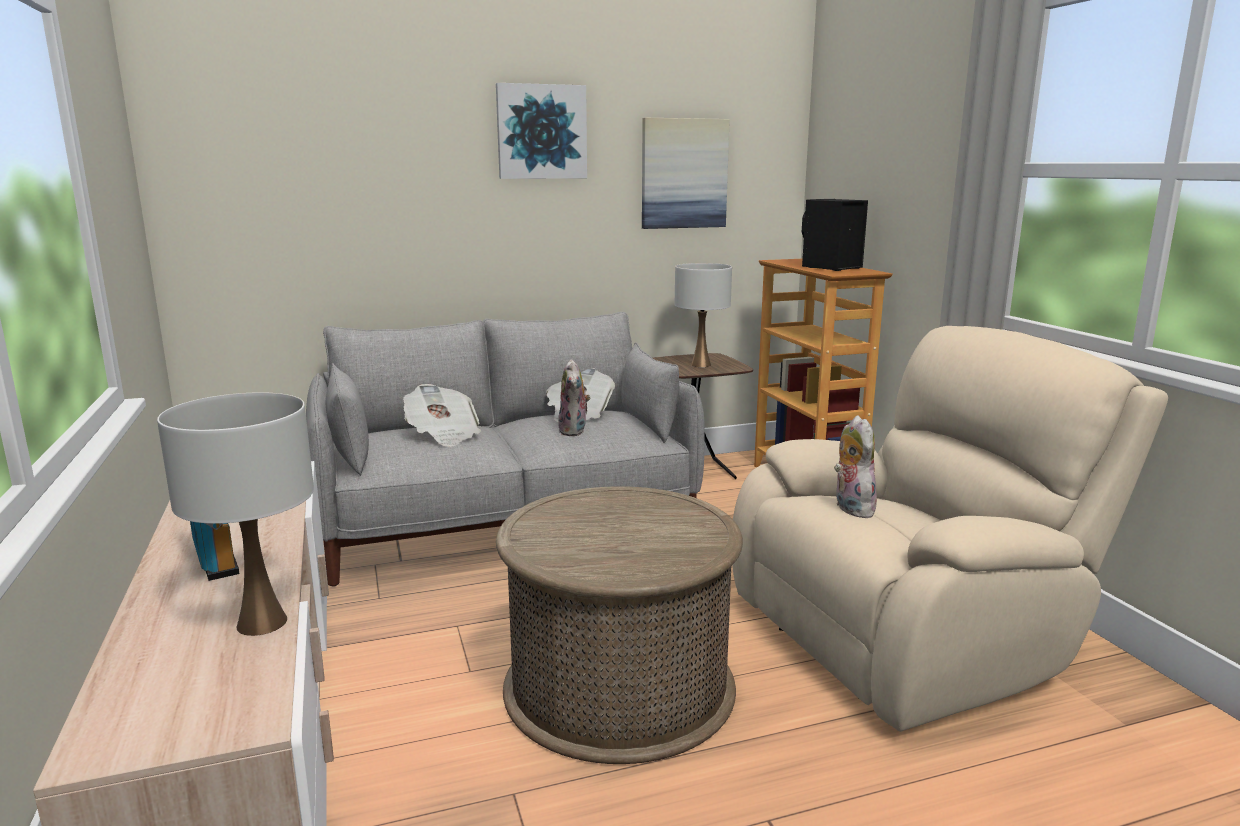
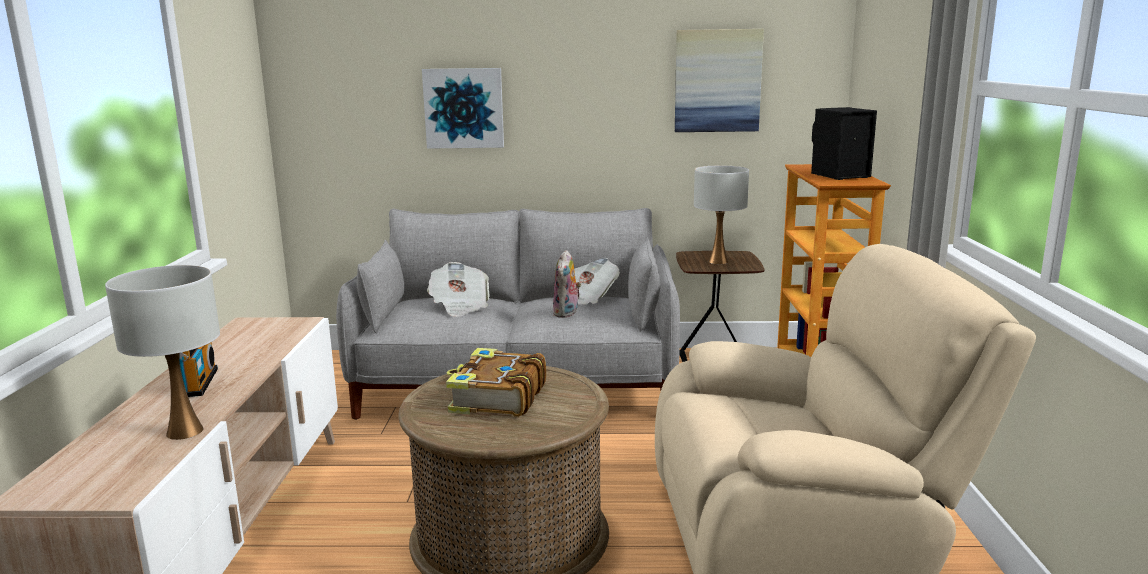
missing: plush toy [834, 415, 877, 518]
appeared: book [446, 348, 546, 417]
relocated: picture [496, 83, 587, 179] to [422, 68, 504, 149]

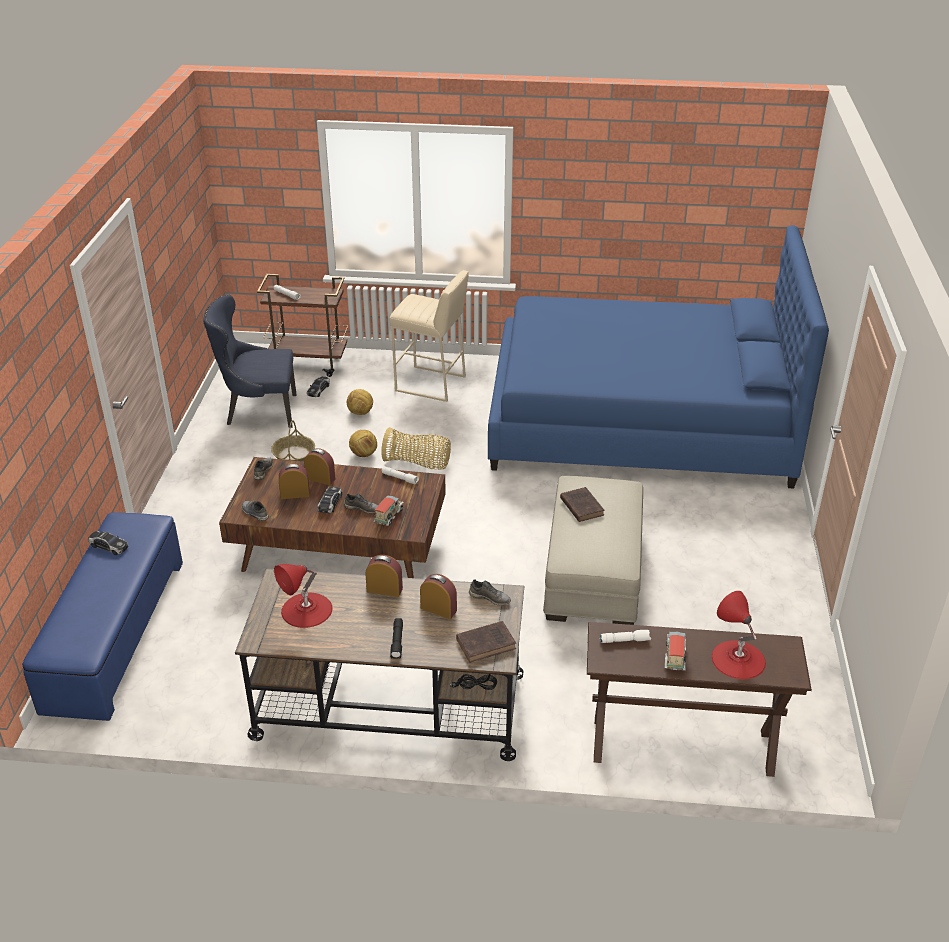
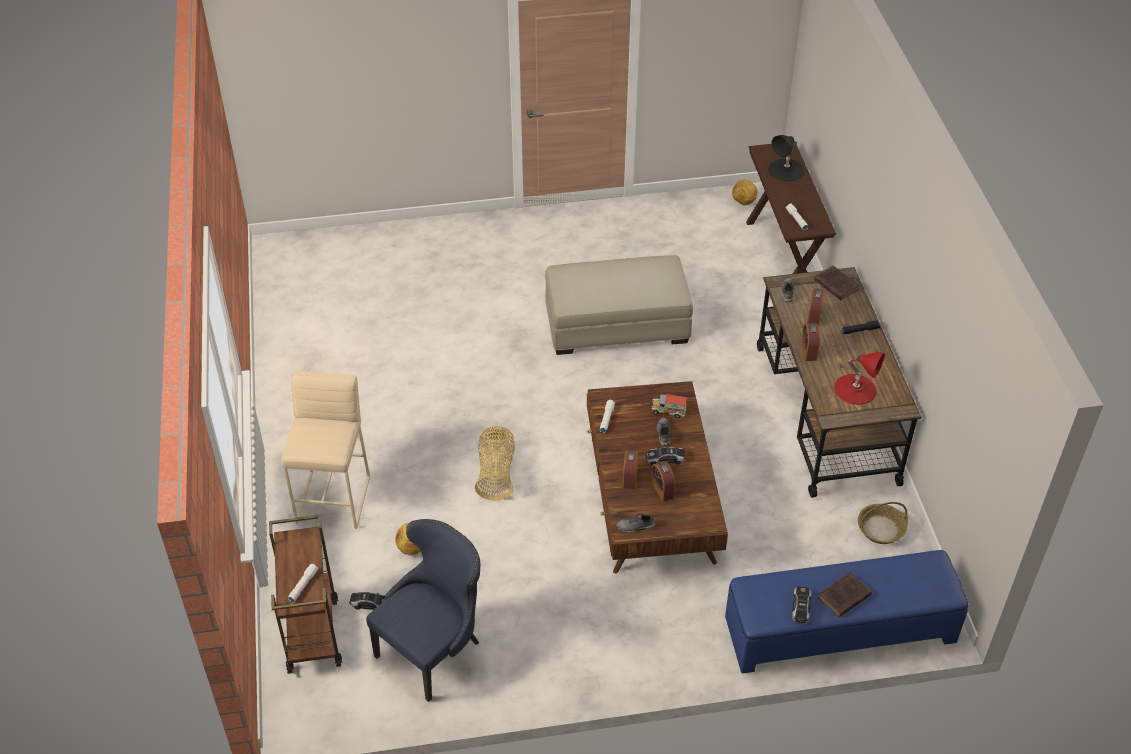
missing: grey shoe [242, 501, 269, 521]; blue bed [488, 225, 829, 489]; toy truck [665, 632, 686, 671]
relocated: football [349, 430, 377, 457] to [732, 180, 757, 205]; brown book [560, 487, 605, 522] to [818, 572, 872, 617]; basket [271, 420, 315, 461] to [858, 502, 908, 544]
colour: red table lamp [711, 591, 766, 679] to black table lamp [768, 135, 805, 182]
spun: blue chair [203, 294, 296, 428] = [366, 519, 480, 702] 120 degrees counterclockwise

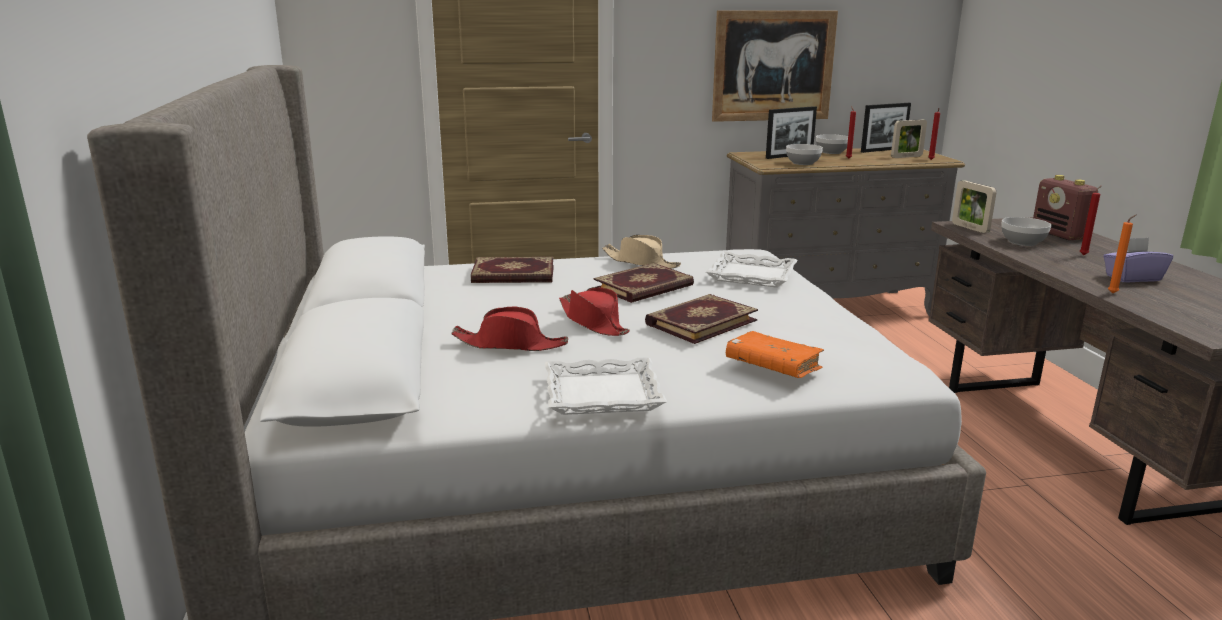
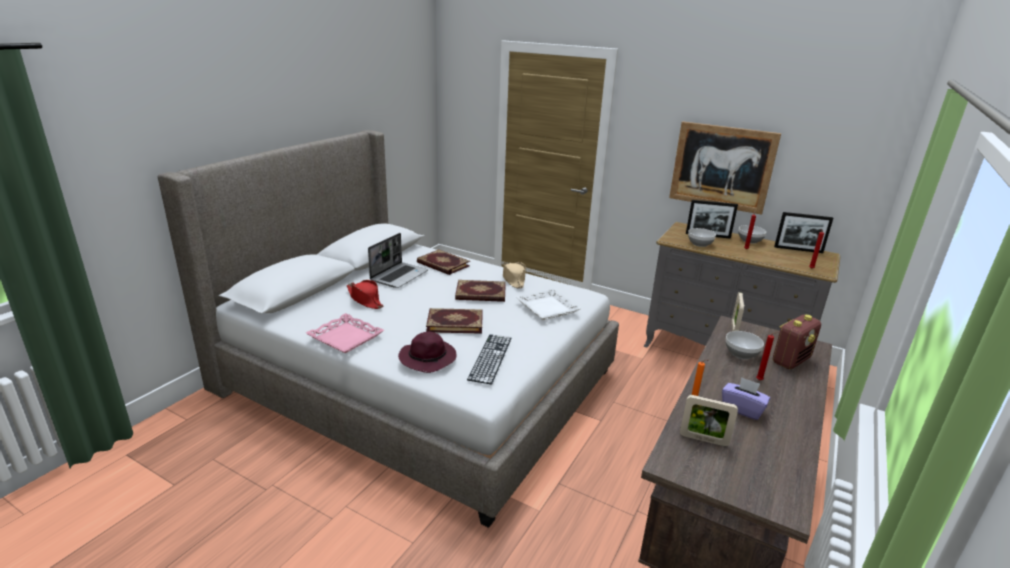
missing: red hat [559, 287, 630, 336]
appeared: laptop [368, 233, 428, 288]; keyboard [467, 334, 511, 385]
relocated: picture frame [891, 119, 927, 158] to [680, 395, 738, 446]
exchanged: orange book [726, 331, 824, 378] to purple hat [398, 332, 457, 373]
colour: white tray [545, 357, 667, 415] to pink tray [306, 313, 384, 353]
spun: radio [1033, 175, 1098, 240] = [773, 315, 821, 369] 150 degrees counterclockwise

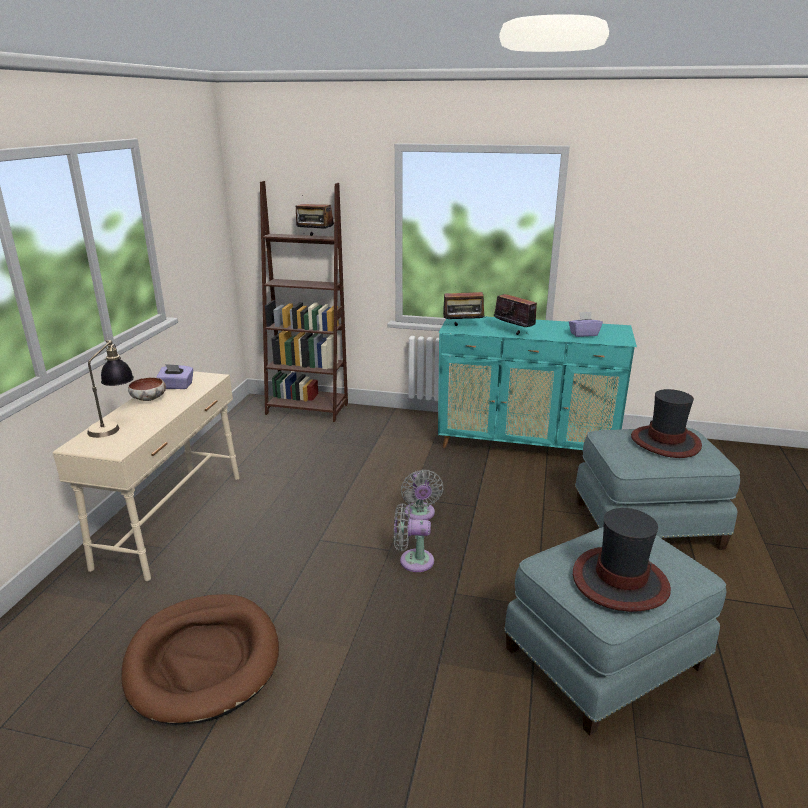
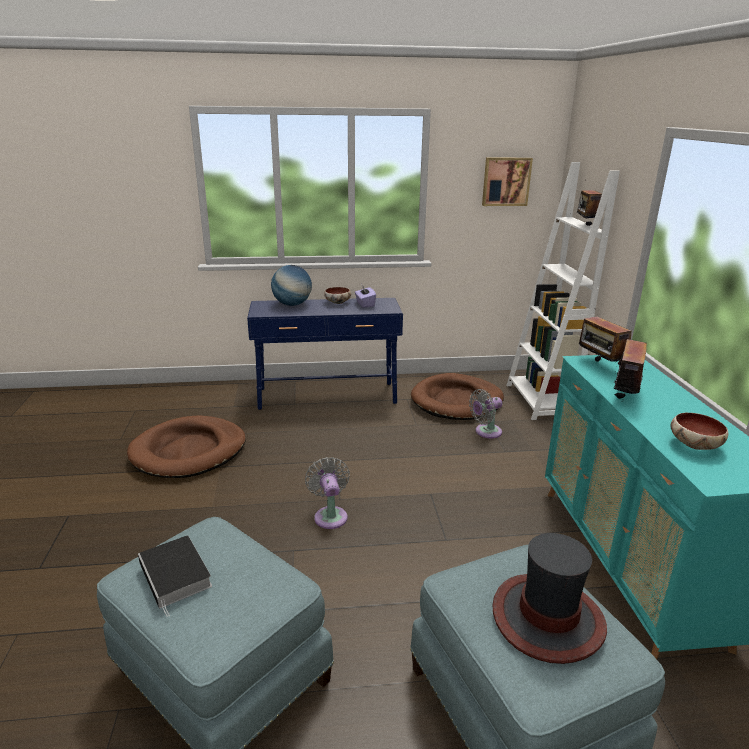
appeared: brown dog bed [411, 373, 504, 420]; picture [482, 158, 533, 206]
relocated: grey fan [401, 469, 443, 520] to [469, 389, 503, 438]
exchanged: hat [573, 508, 671, 611] to book [138, 536, 212, 617]; table lamp [87, 340, 134, 438] to globe [271, 265, 312, 306]; purple tissue box [569, 312, 603, 337] to bowl [671, 413, 728, 450]
colour: beige console table [53, 371, 240, 581] to blue console table [247, 298, 403, 410]; brown bookcase [260, 181, 348, 422] to white bookcase [506, 162, 620, 420]

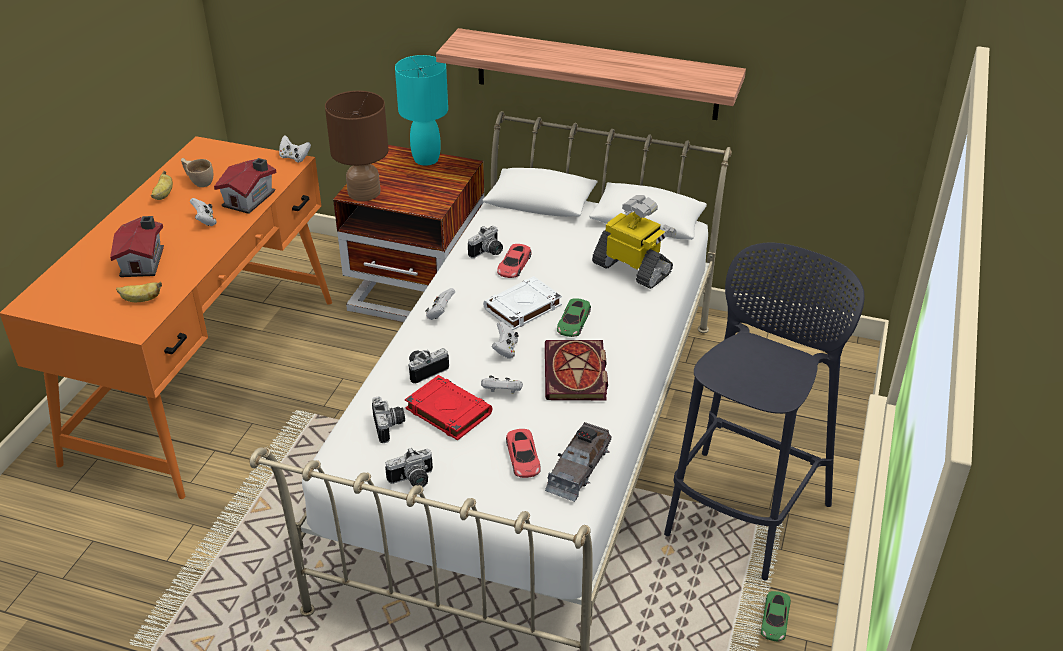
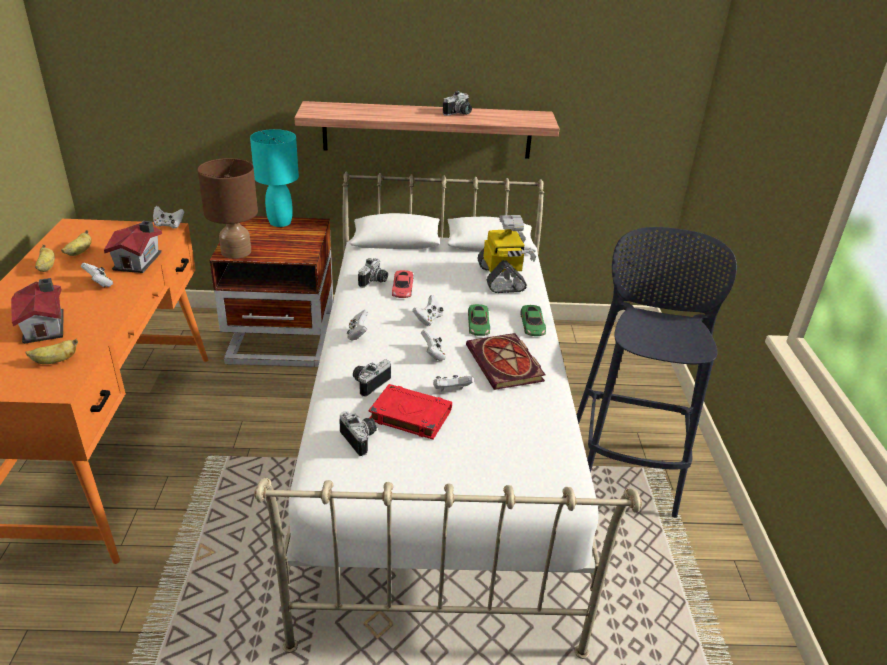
missing: red toy car [506, 429, 541, 478]; grey toy car [545, 422, 612, 502]
relocated: photo camera [385, 448, 433, 487] to [443, 91, 472, 116]; green toy car [761, 591, 791, 641] to [520, 305, 546, 336]
exchanged: beige cup [181, 158, 213, 187] to banana [61, 230, 92, 256]; white book [483, 276, 562, 330] to white game controller [413, 295, 443, 326]
spun: toy robot [592, 195, 677, 289] = [477, 215, 536, 293] 60 degrees clockwise

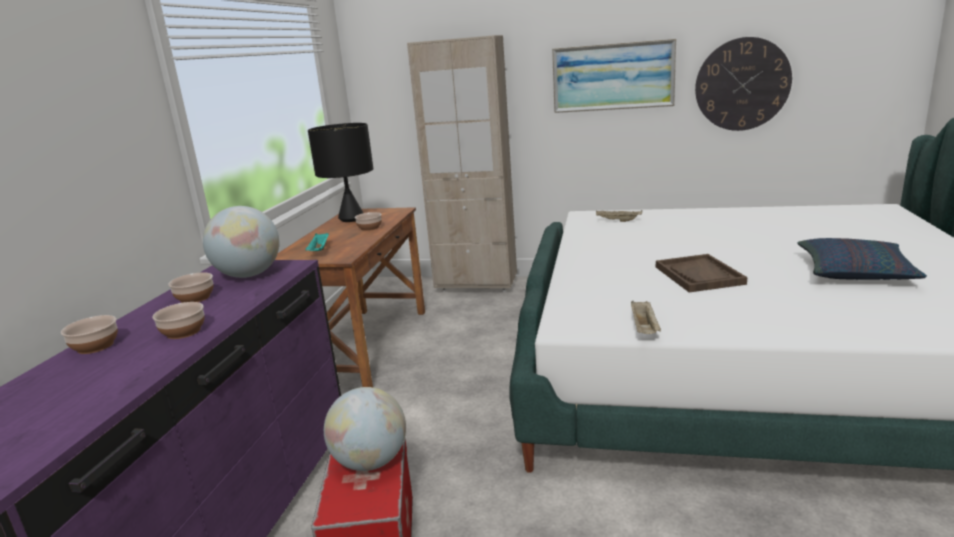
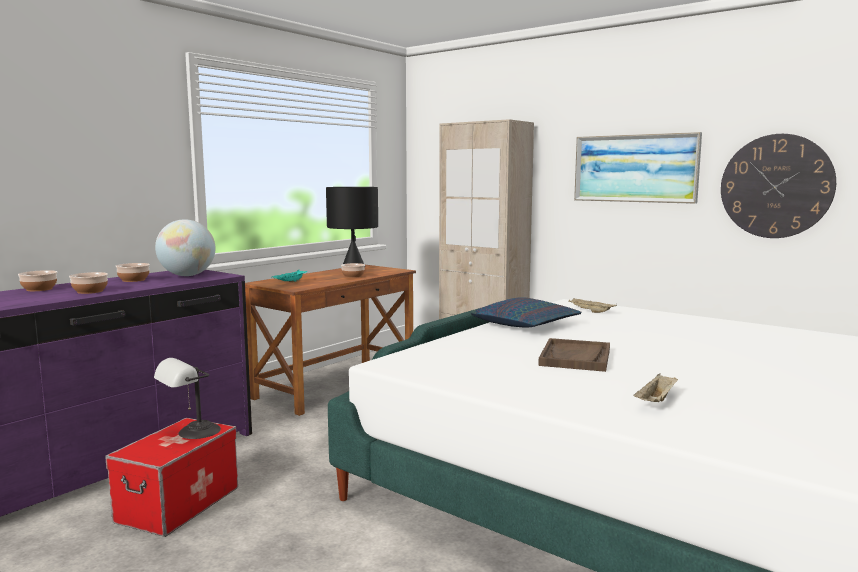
relocated: blue pillow [798, 238, 927, 280] to [470, 297, 582, 328]; beige tray [631, 300, 661, 334] to [634, 373, 678, 402]
exchanged: globe [324, 387, 406, 471] to table lamp [154, 358, 221, 439]

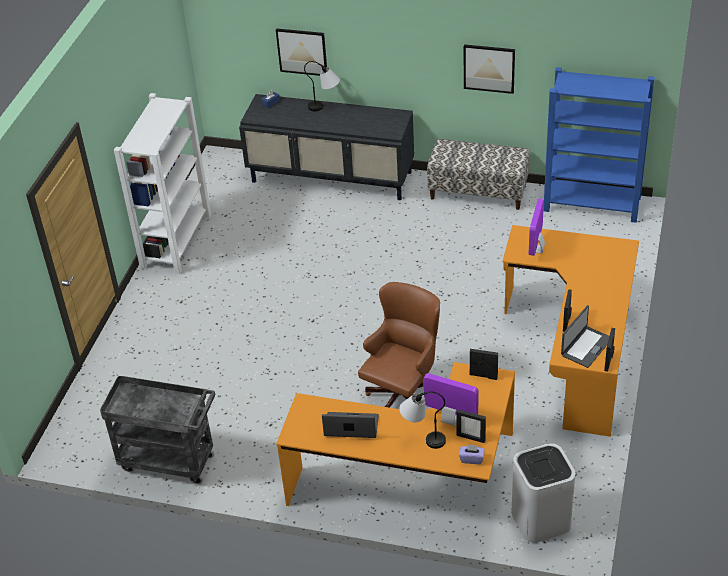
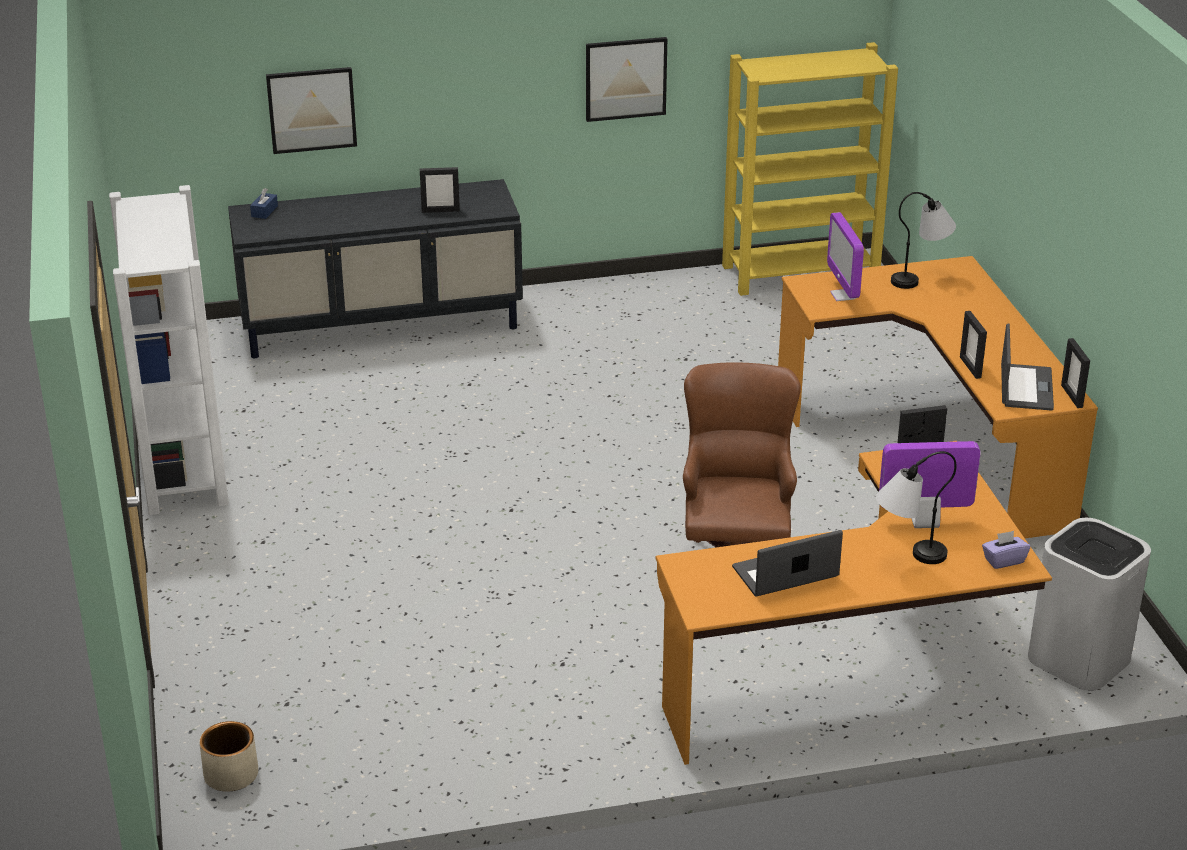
missing: black cart [100, 376, 215, 484]; bench [427, 139, 530, 210]
appeared: beige planter [199, 721, 258, 792]
relocated: picture frame [456, 409, 486, 443] to [420, 167, 460, 213]; table lamp [304, 61, 340, 111] to [891, 192, 956, 289]
colour: blue bookcase [544, 67, 655, 223] to yellow bookcase [722, 42, 898, 296]

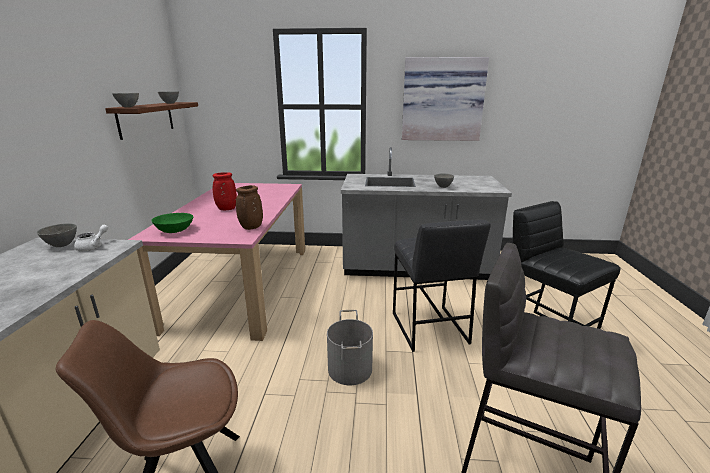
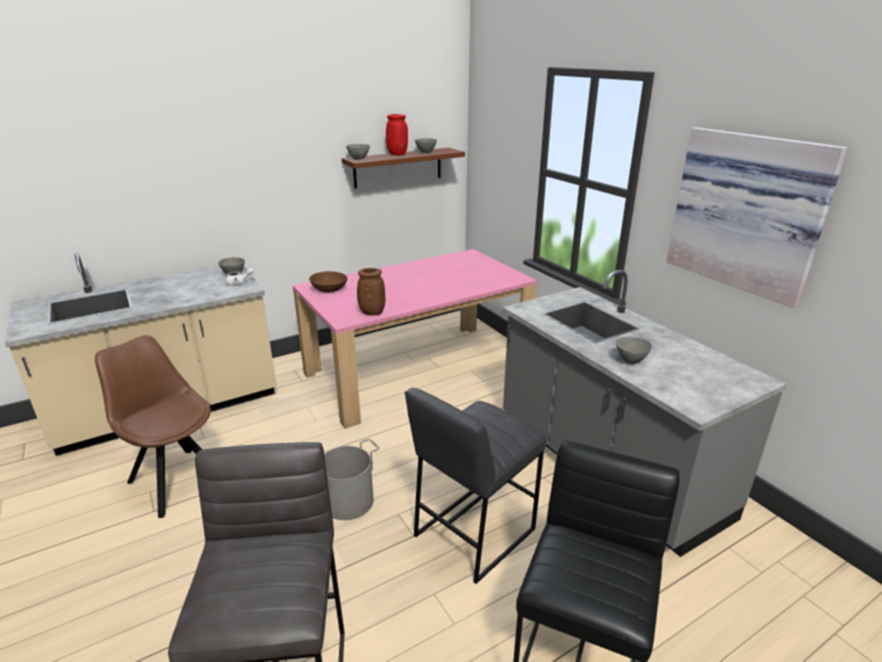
relocated: red vase [212, 172, 237, 210] to [386, 114, 408, 156]
colour: green bowl [151, 213, 193, 233] to brown bowl [309, 271, 347, 293]

